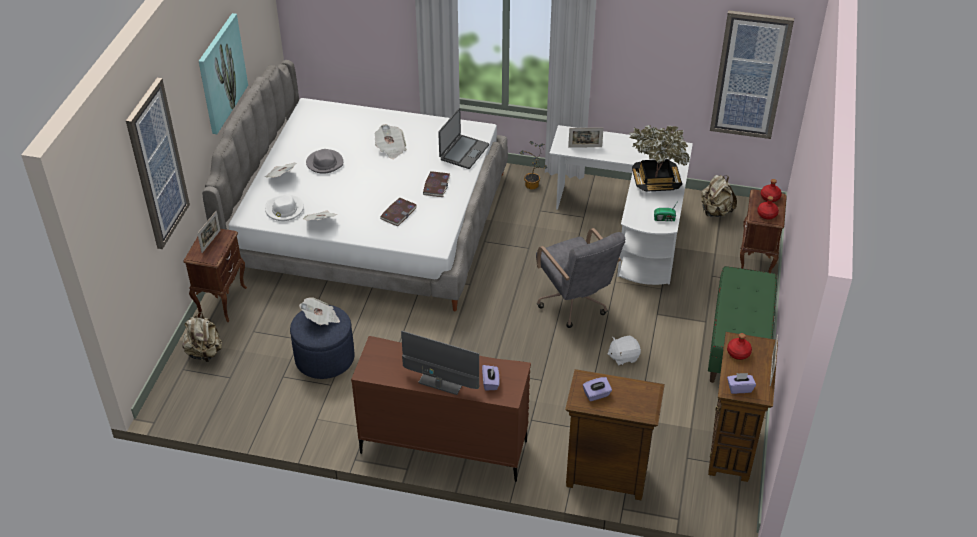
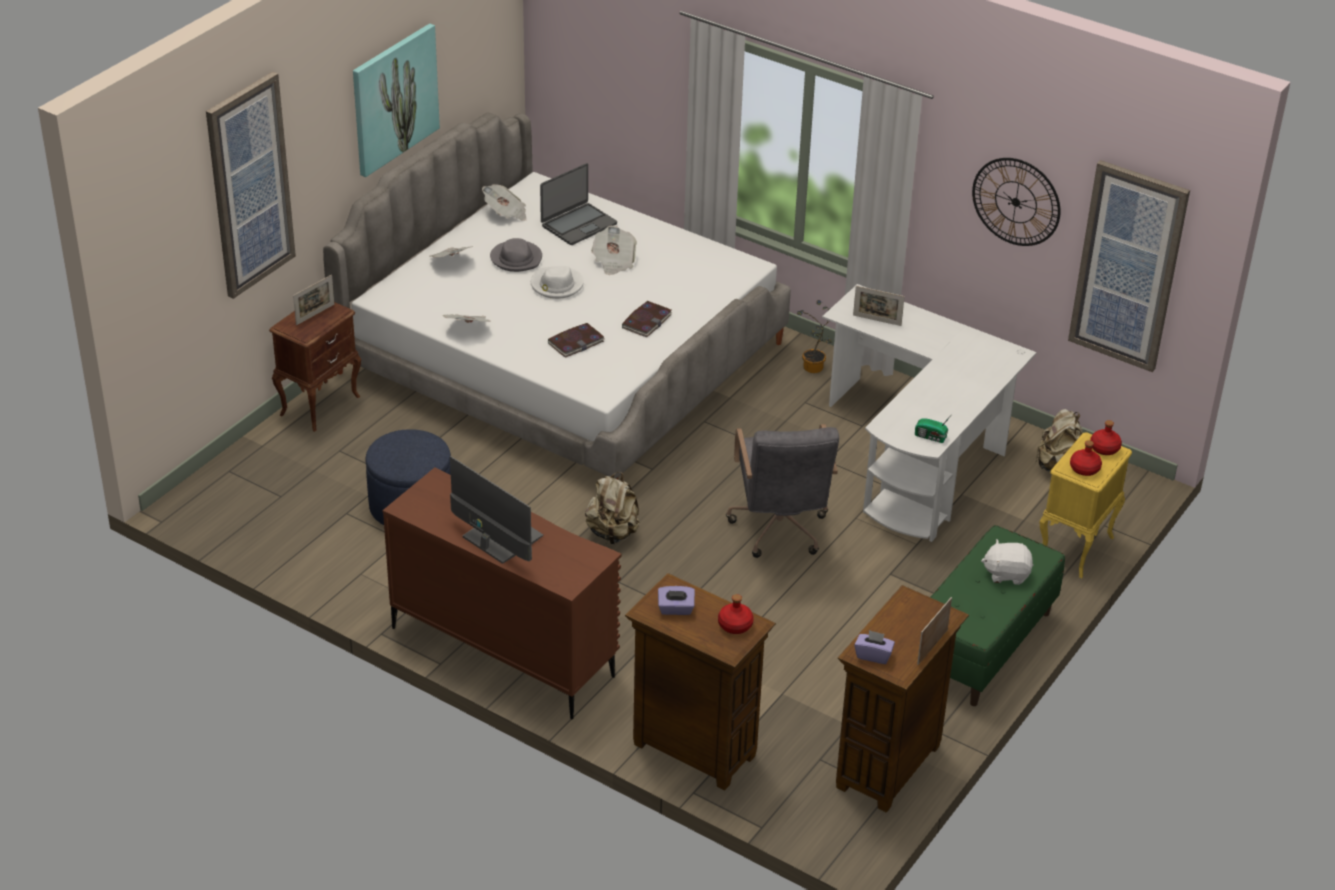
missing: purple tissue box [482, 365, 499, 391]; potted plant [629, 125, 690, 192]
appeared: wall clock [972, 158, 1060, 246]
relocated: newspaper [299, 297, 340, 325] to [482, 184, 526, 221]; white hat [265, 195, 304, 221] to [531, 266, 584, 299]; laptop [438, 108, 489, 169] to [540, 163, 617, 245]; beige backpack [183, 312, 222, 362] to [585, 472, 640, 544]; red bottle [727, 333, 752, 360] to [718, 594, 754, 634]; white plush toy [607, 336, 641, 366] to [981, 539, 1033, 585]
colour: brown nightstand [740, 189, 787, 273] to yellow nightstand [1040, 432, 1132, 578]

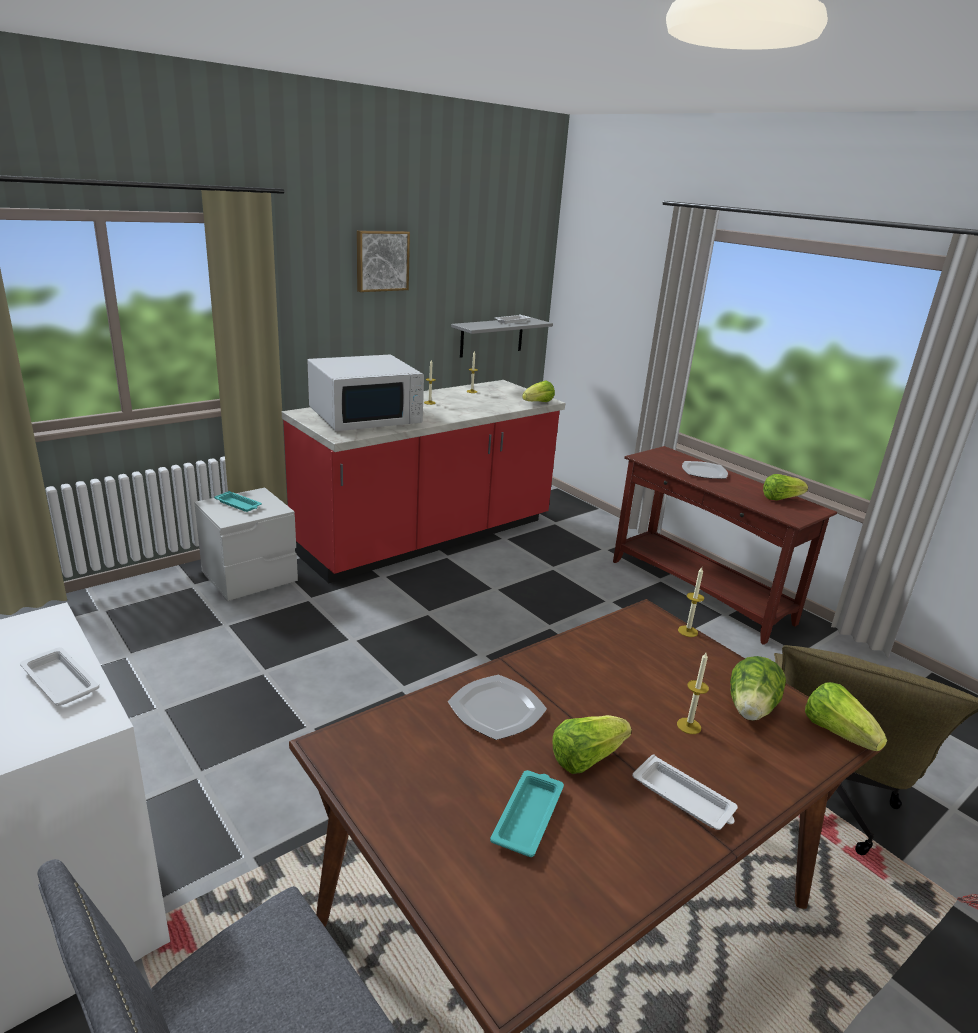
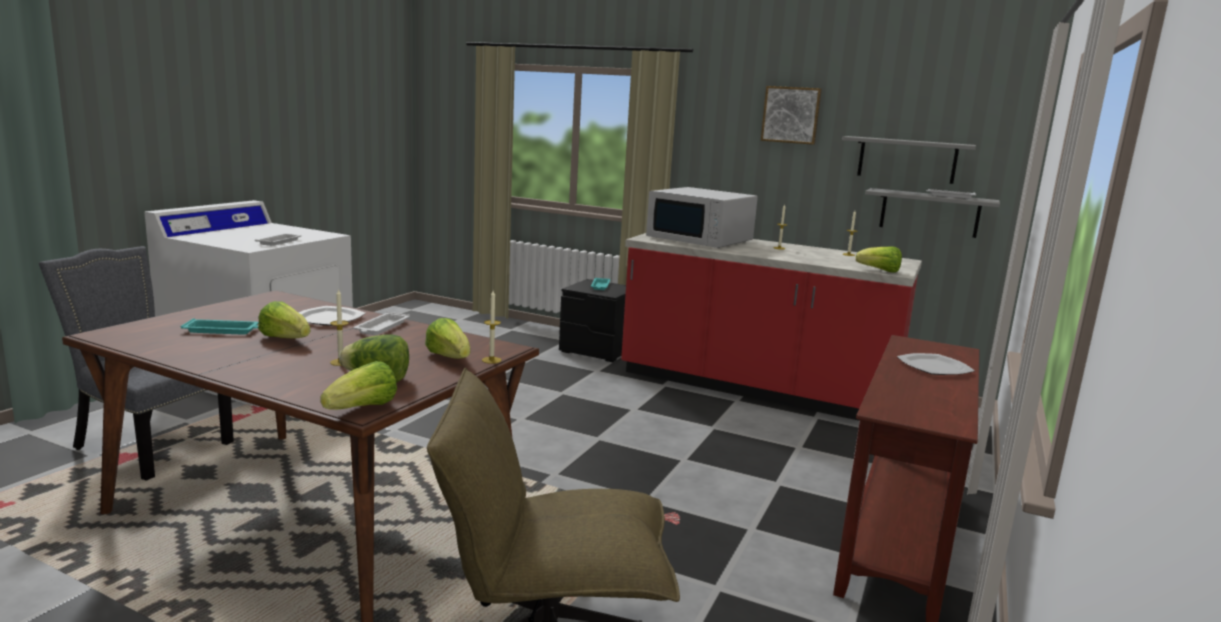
appeared: grey shelf [842, 136, 976, 184]
relocated: white tray [632, 754, 738, 830] to [354, 312, 410, 335]; lettuce [763, 474, 808, 500] to [425, 318, 470, 359]
colour: white nightstand [194, 488, 298, 601] to black nightstand [559, 279, 626, 362]

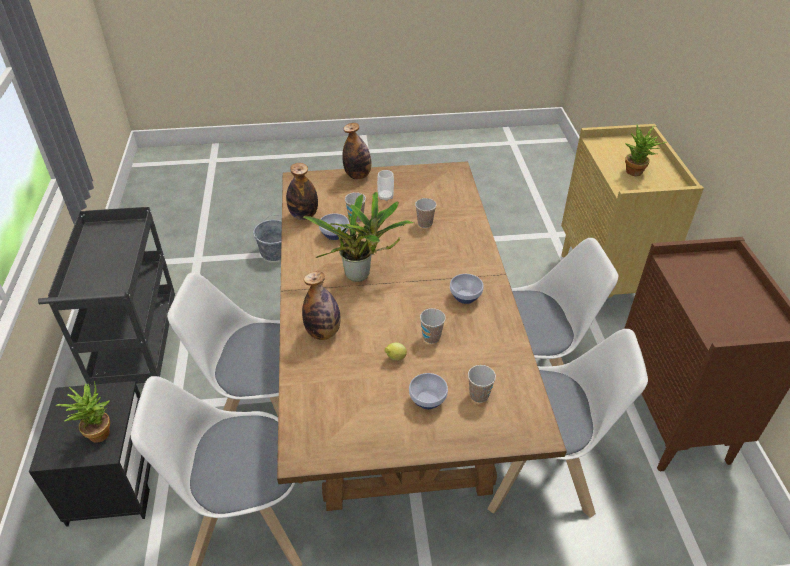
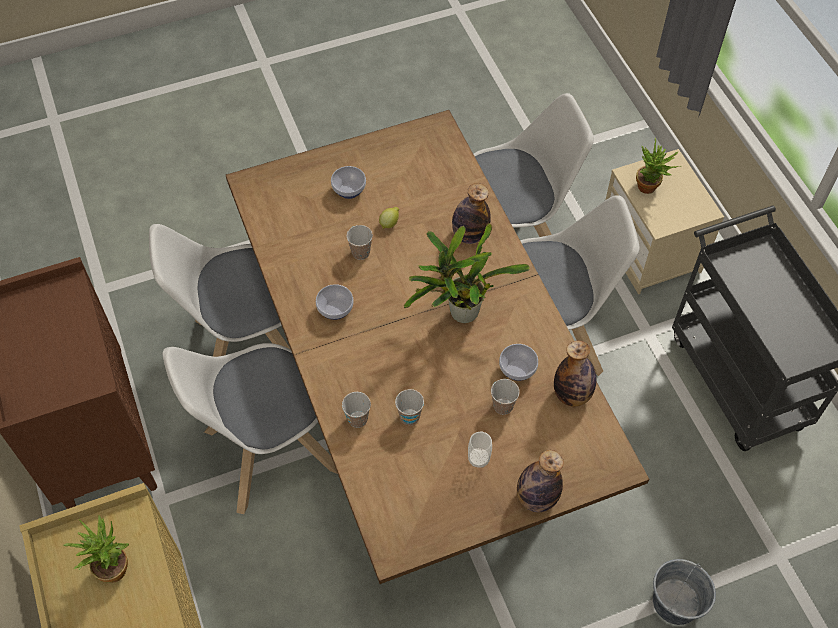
relocated: cup [468, 365, 496, 403] to [342, 392, 371, 428]
colour: black nightstand [29, 381, 151, 527] to beige nightstand [606, 149, 724, 294]

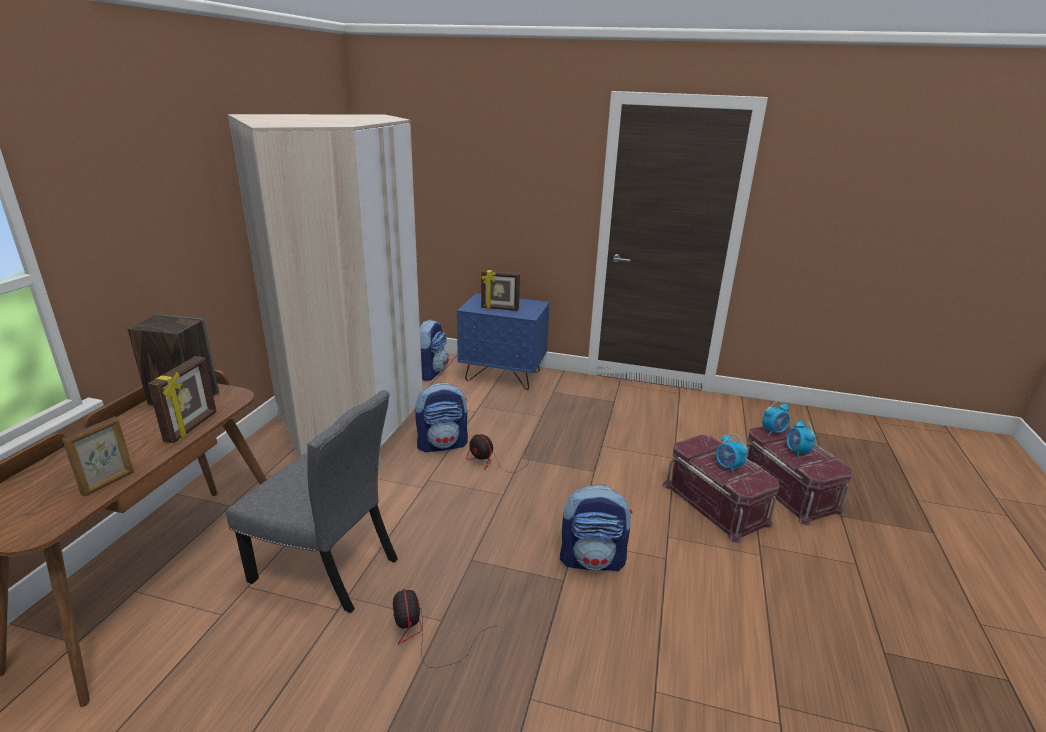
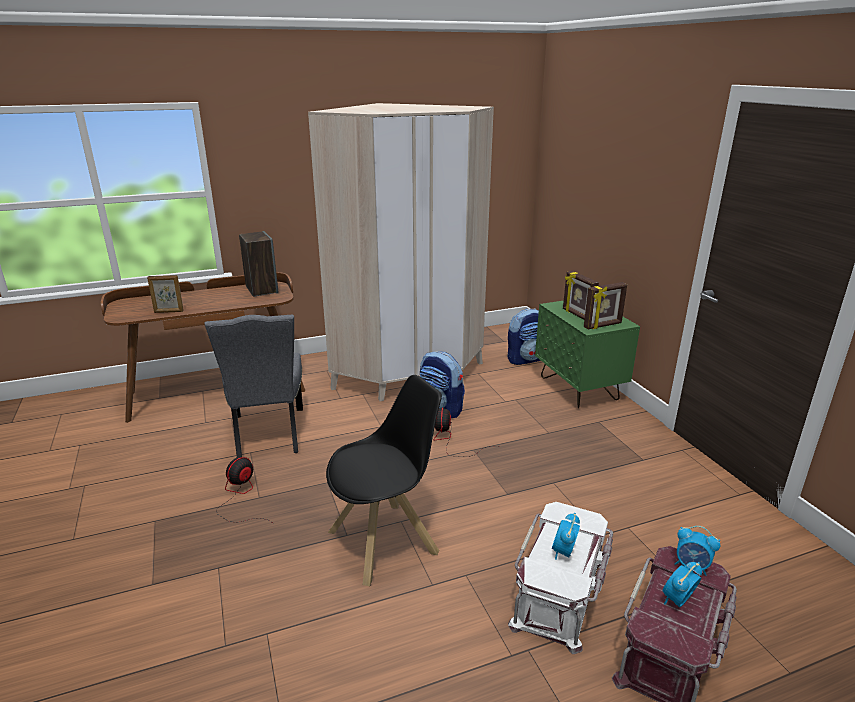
relocated: picture frame [148, 356, 217, 443] to [584, 282, 627, 329]
exchanged: backpack [560, 484, 633, 572] to black chair [326, 375, 442, 586]
colour: red storage box [663, 435, 780, 544] to white storage box [508, 502, 613, 654]; blue nightstand [457, 293, 550, 390] to green nightstand [535, 301, 640, 408]

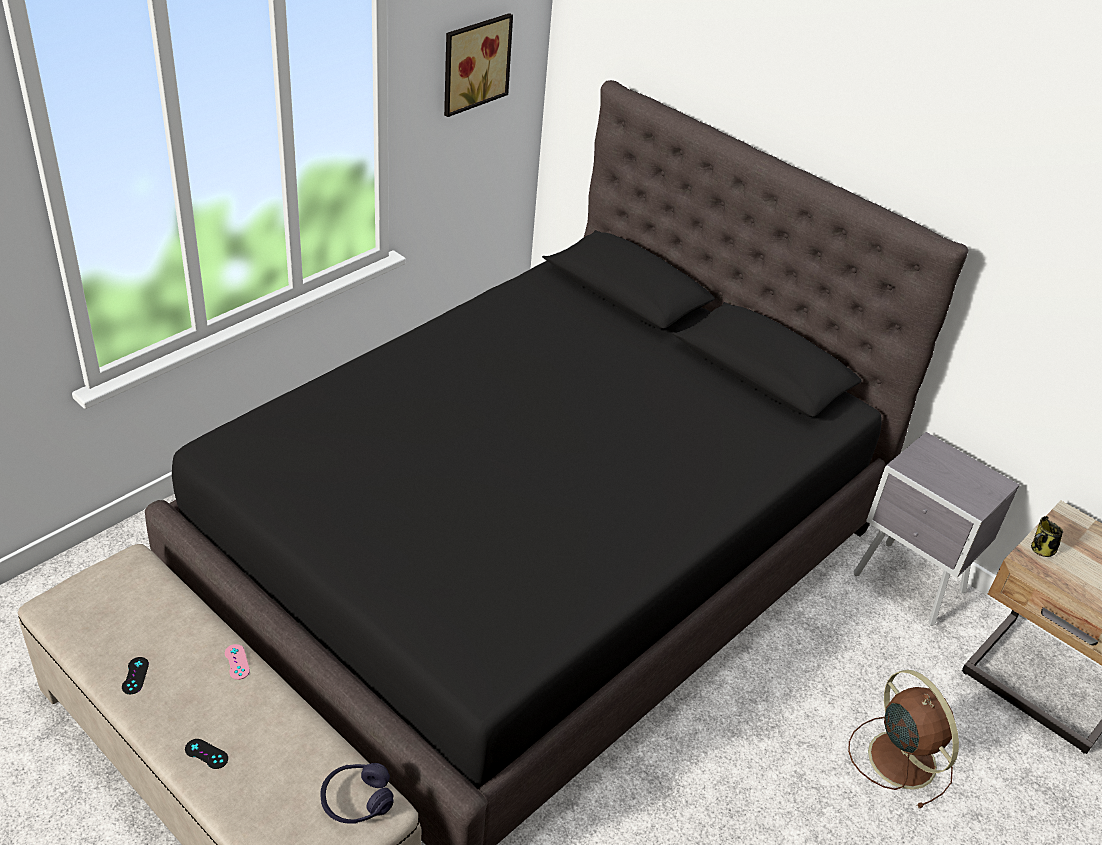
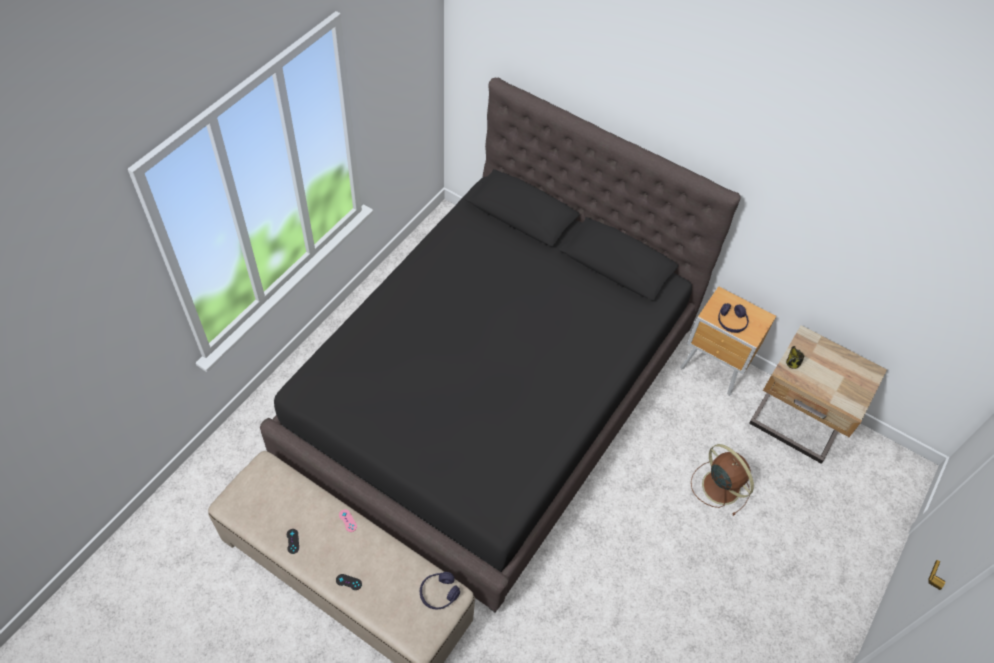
missing: picture [444, 13, 513, 117]
appeared: purple headphones [718, 303, 749, 333]
colour: grey nightstand [853, 432, 1019, 626] to brown nightstand [680, 286, 776, 396]

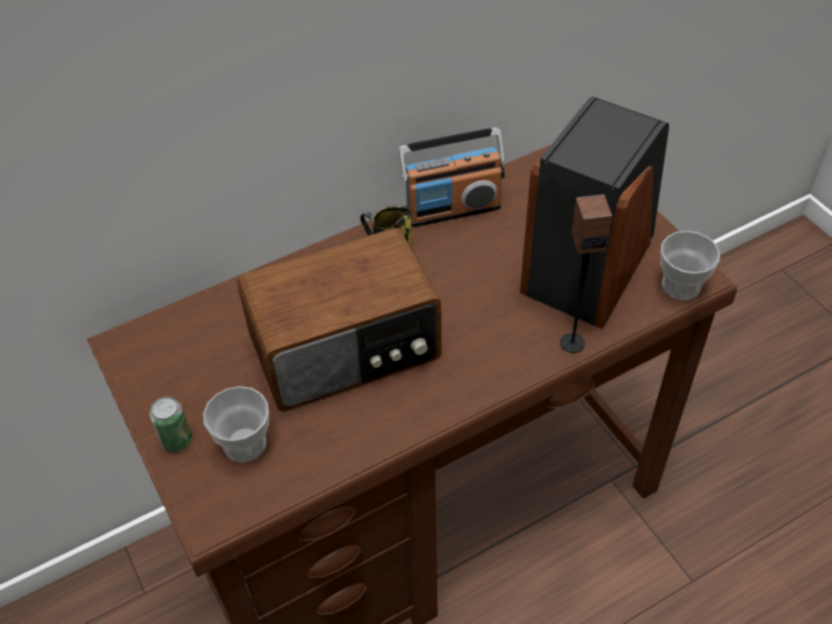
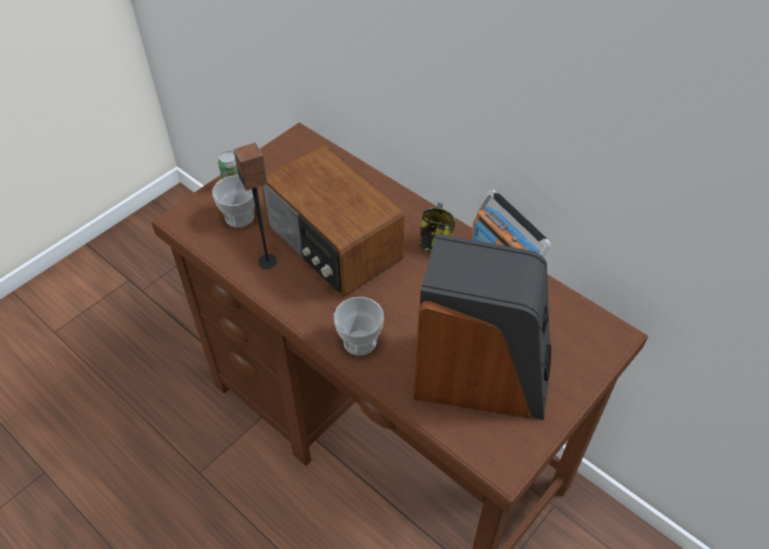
relocated: speaker [560, 194, 612, 353] to [233, 143, 277, 269]; cup [660, 231, 720, 300] to [334, 297, 384, 356]

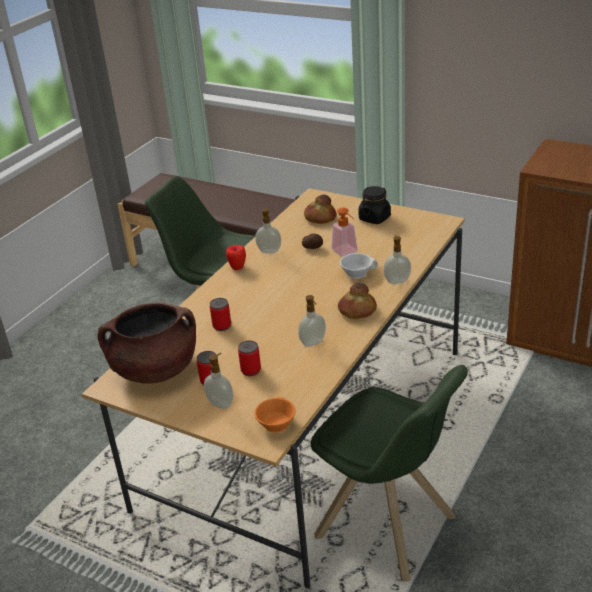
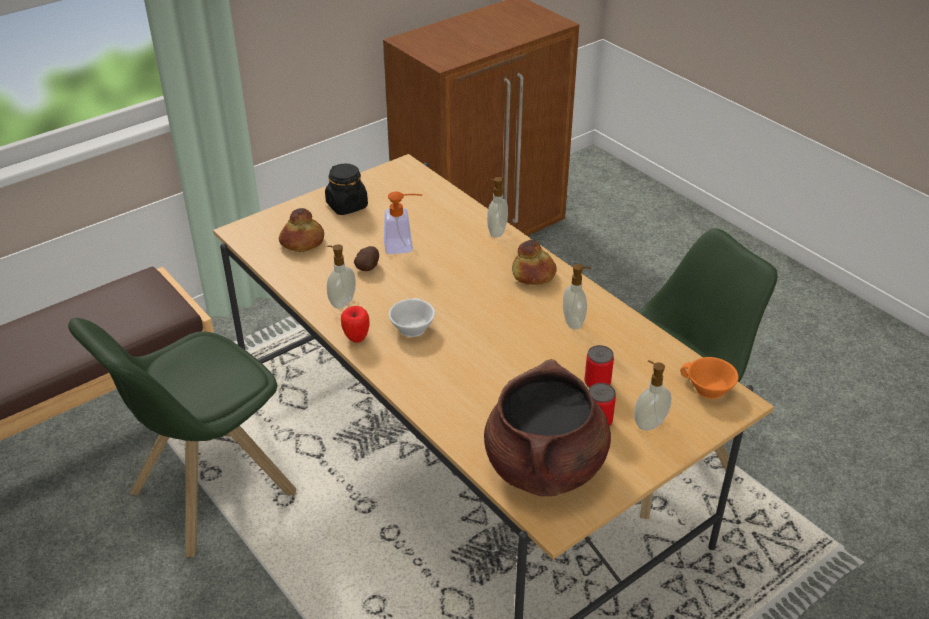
missing: can [210, 298, 231, 331]
relocated: white cup [340, 253, 378, 279] to [389, 298, 435, 337]

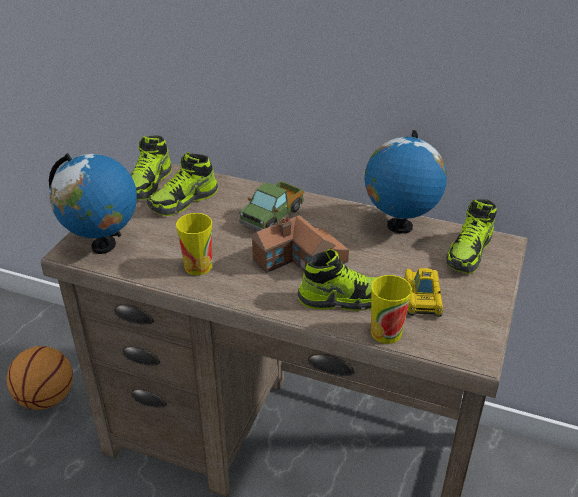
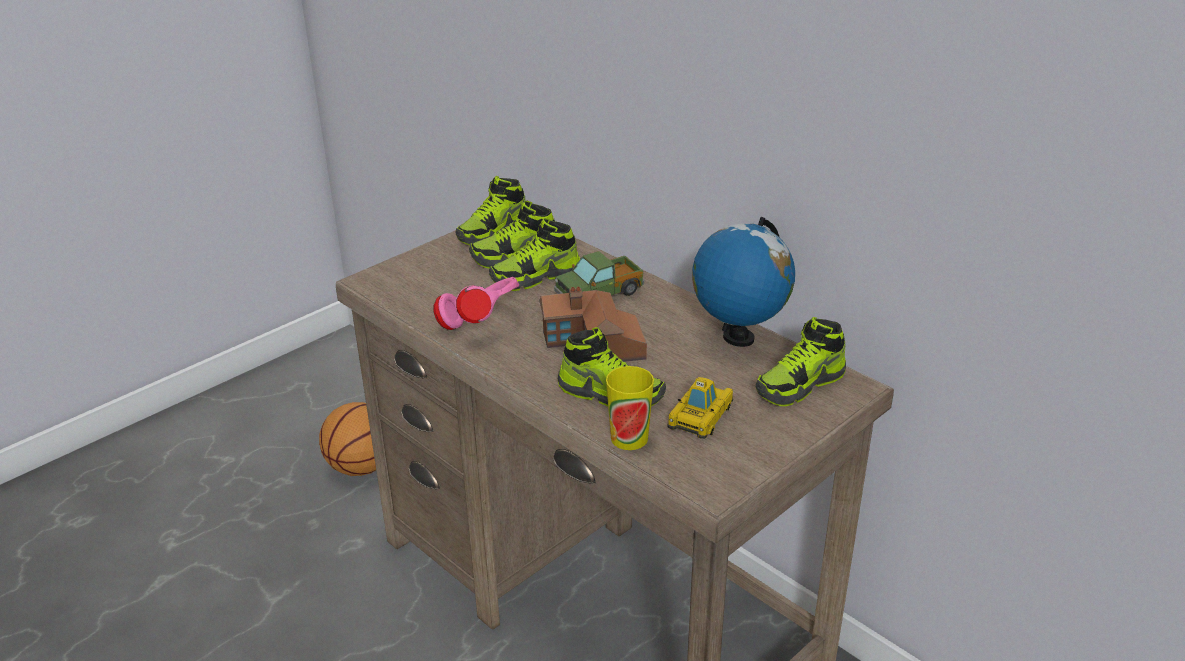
missing: globe [49, 153, 137, 254]
appeared: shoe [489, 218, 580, 291]
exchanged: cup [176, 213, 212, 275] to pink headphones [433, 277, 519, 330]

